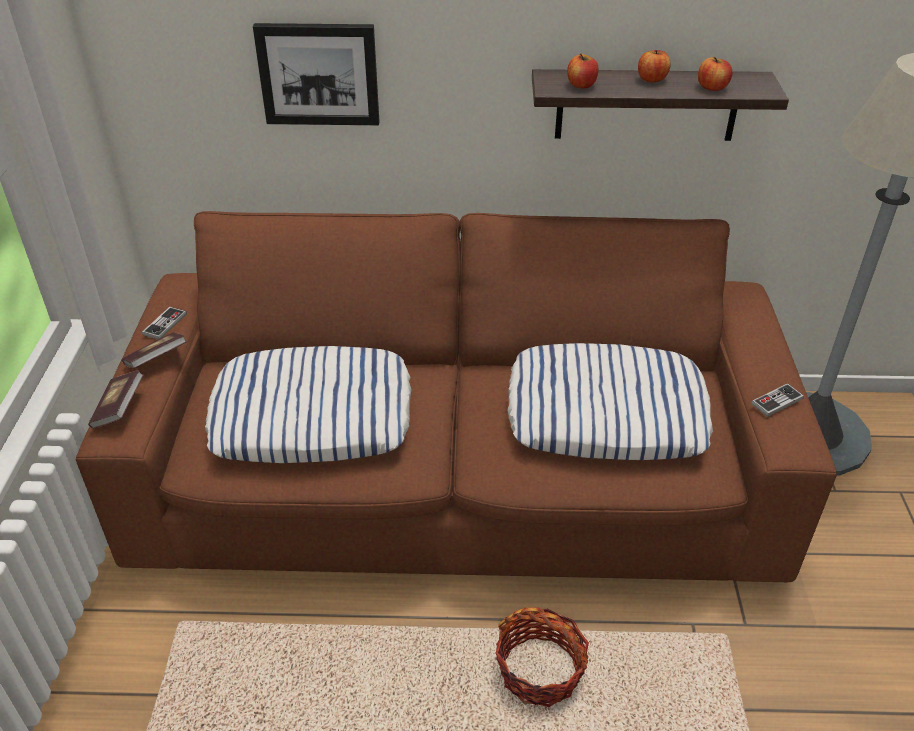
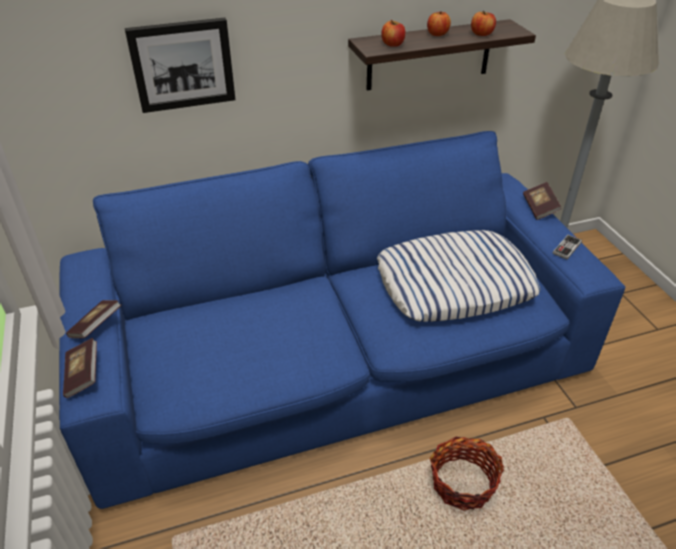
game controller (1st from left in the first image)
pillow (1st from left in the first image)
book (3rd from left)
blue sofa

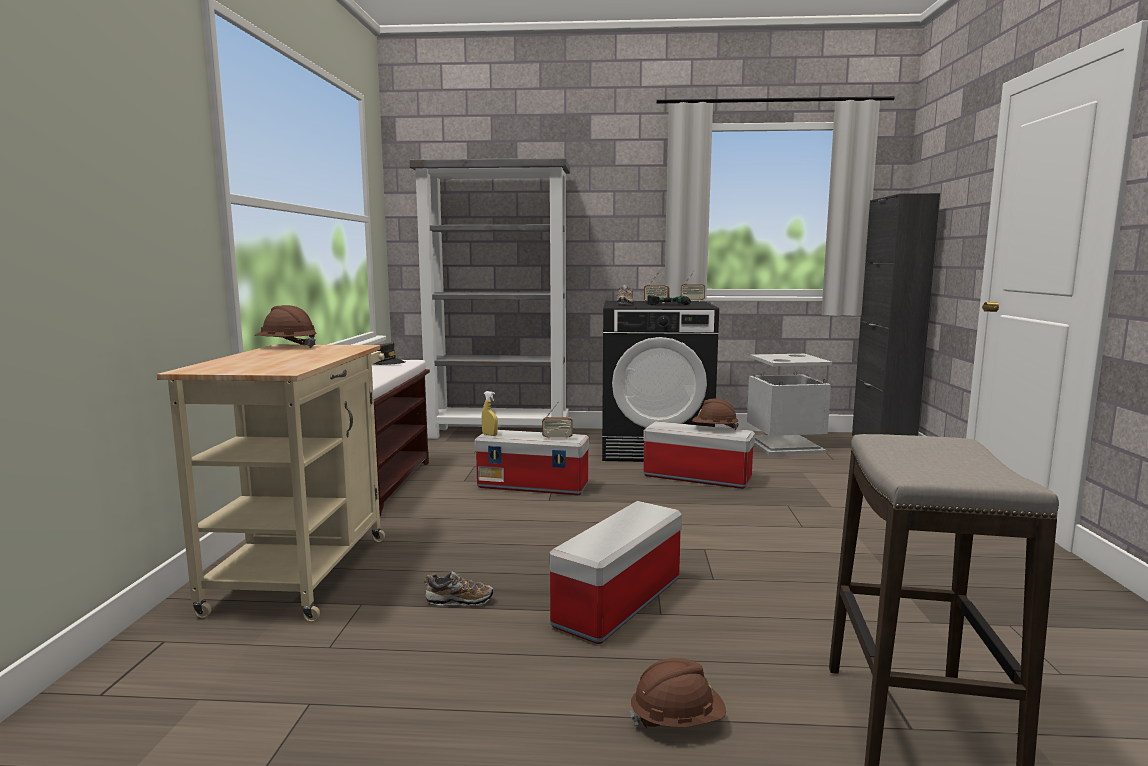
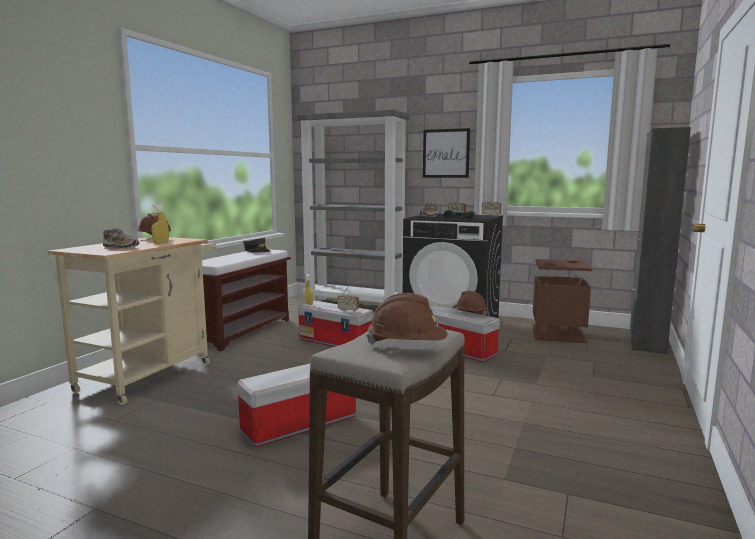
yellow spray bottle (1st from left)
picture
shoe (1st from left)
brown hard hat (2nd from left)
brown trash can

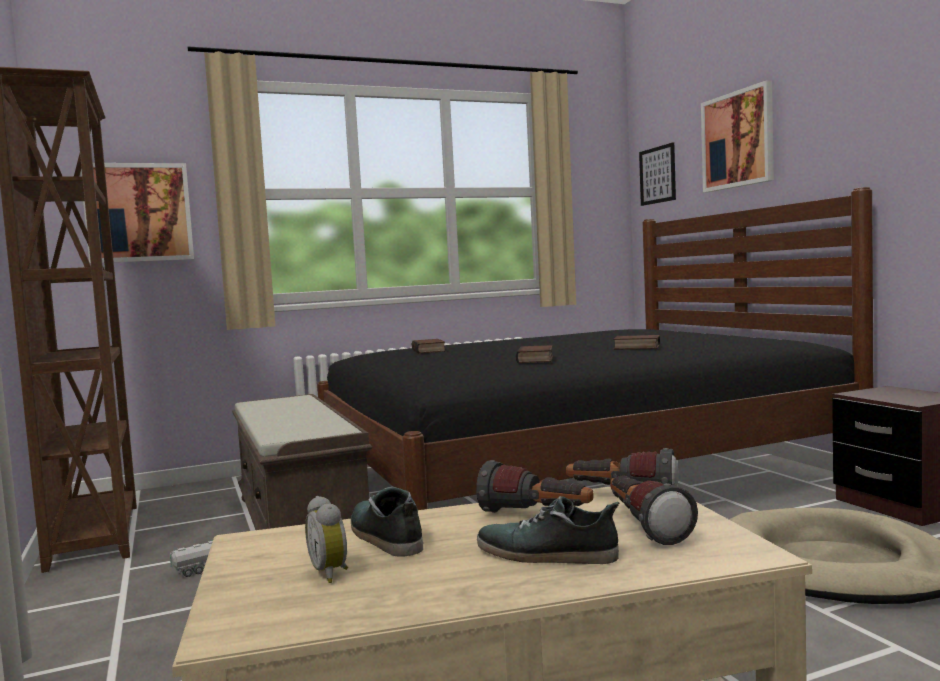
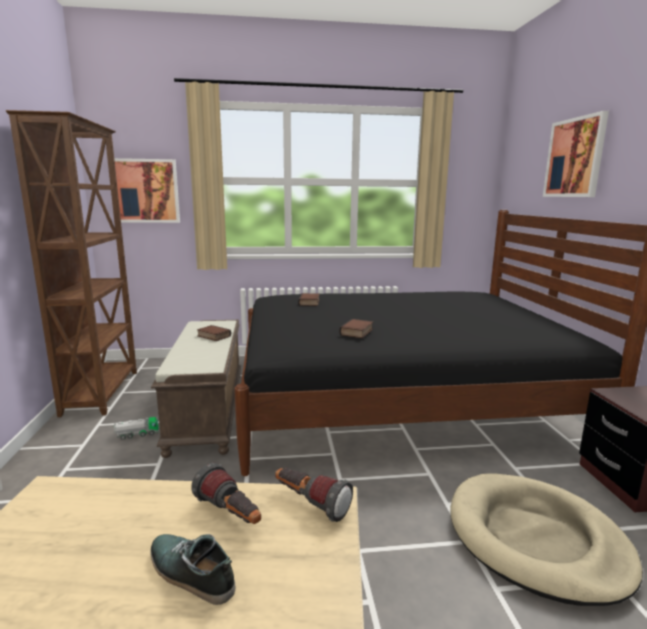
alarm clock
shoe (1st from left in the first image)
flashlight (3rd from left in the first image)
picture (2nd from left in the first image)
book (1st from left)

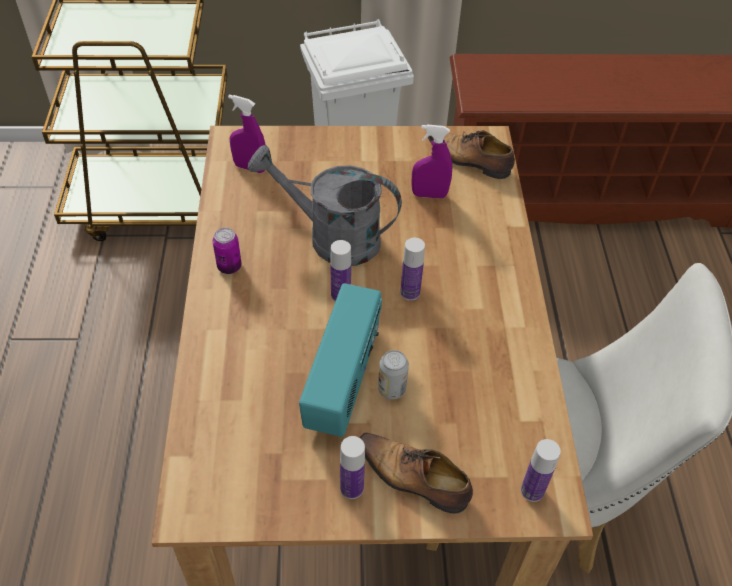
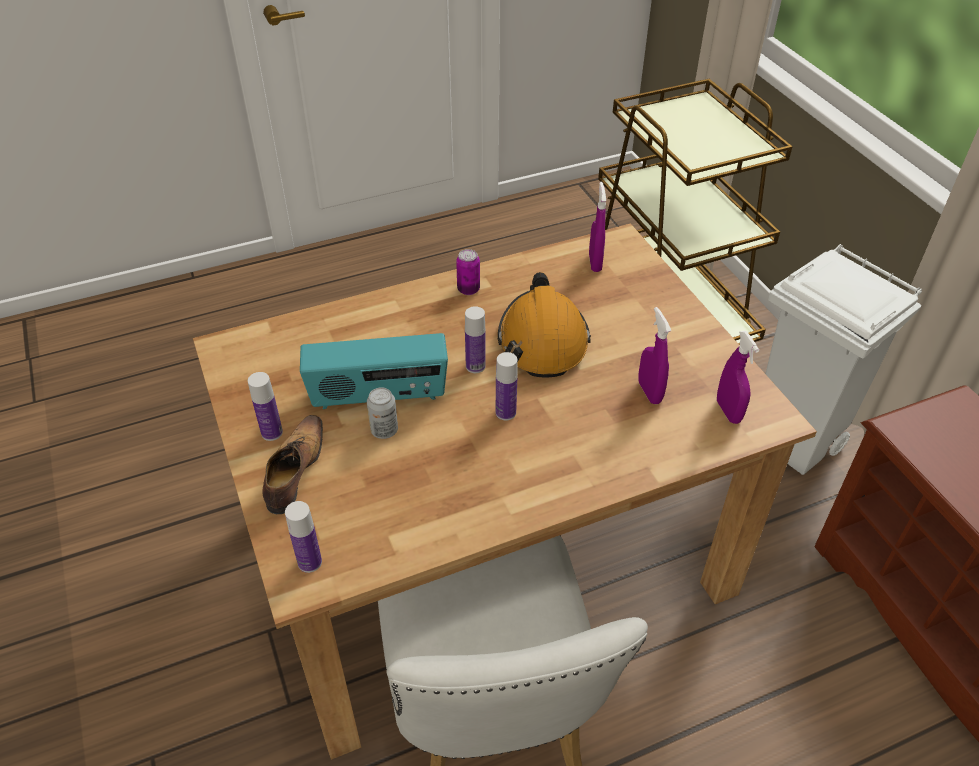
orange hard hat
purple spray bottle (3rd from left)

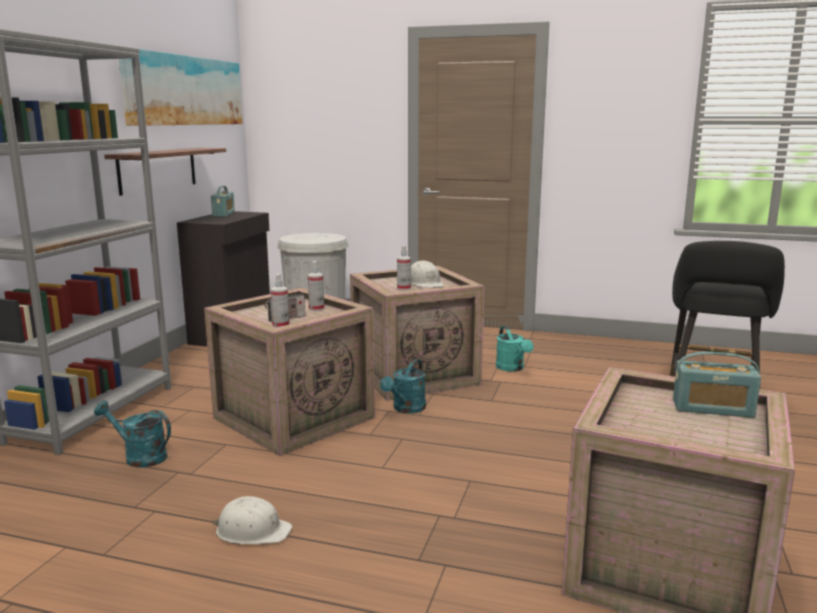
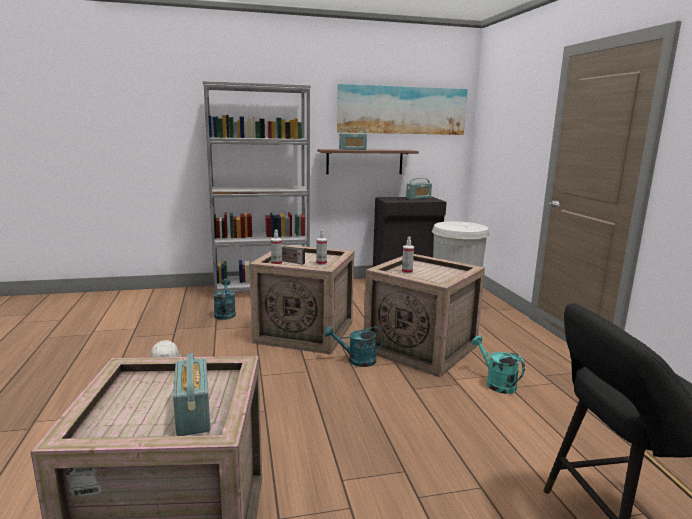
white hard hat (2nd from left in the first image)
radio (3rd from left)
turquoise watering can (3rd from left)

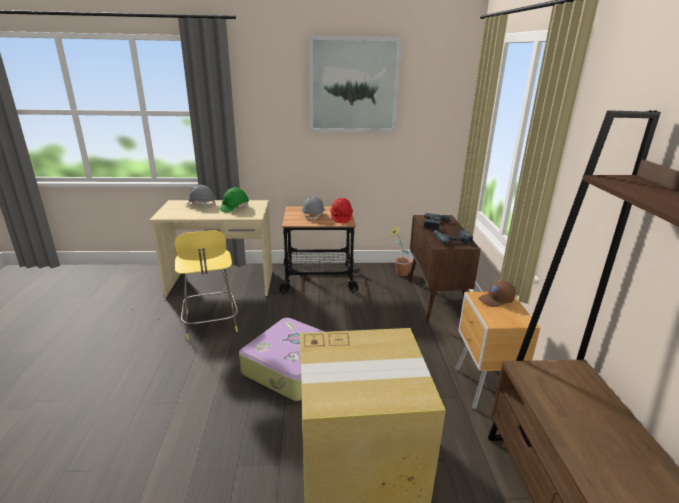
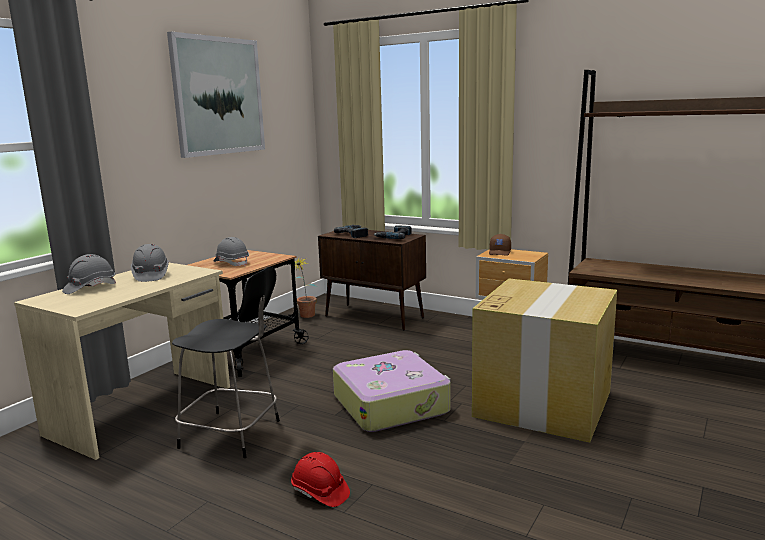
red hard hat
black stool
grey hard hat (2nd from left)

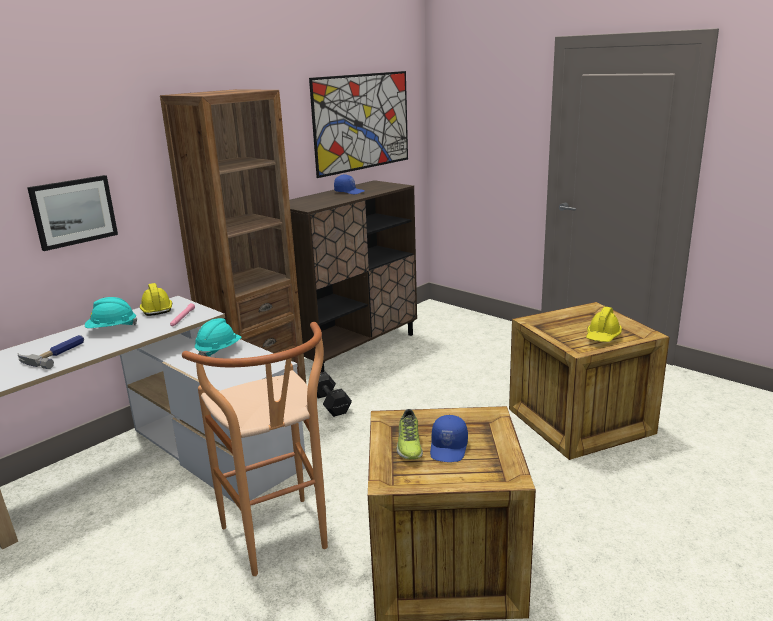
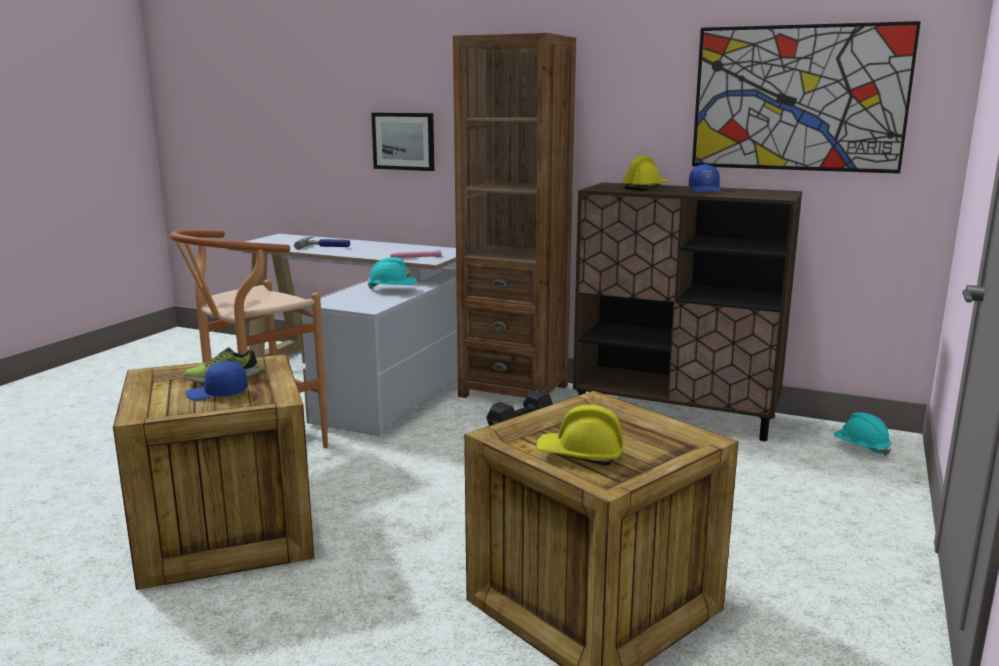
turquoise hard hat (2nd from left)
yellow hard hat (2nd from left)

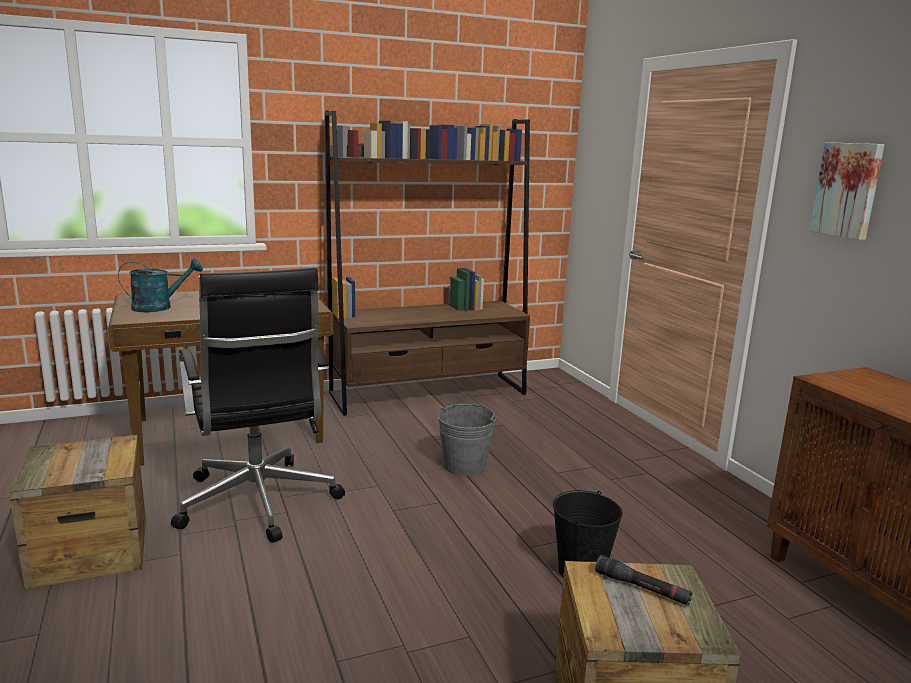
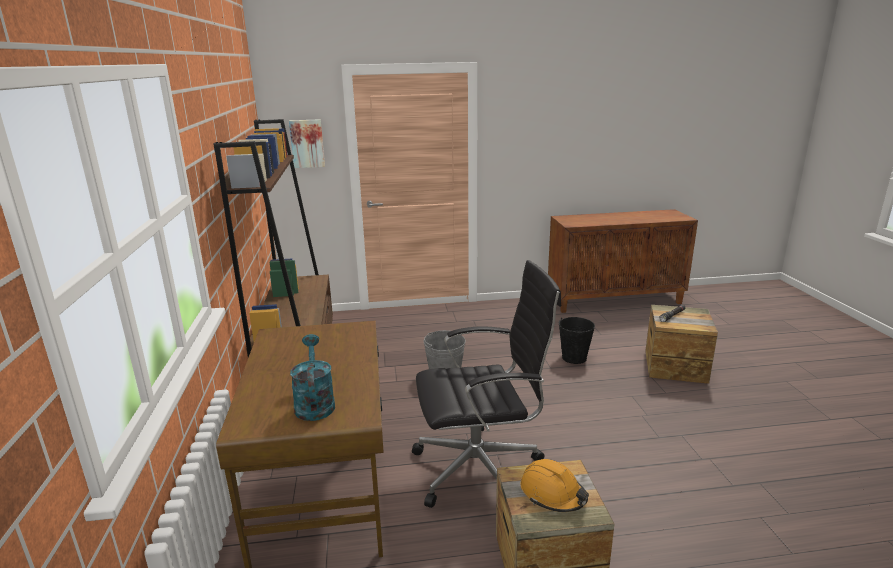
orange hard hat
picture

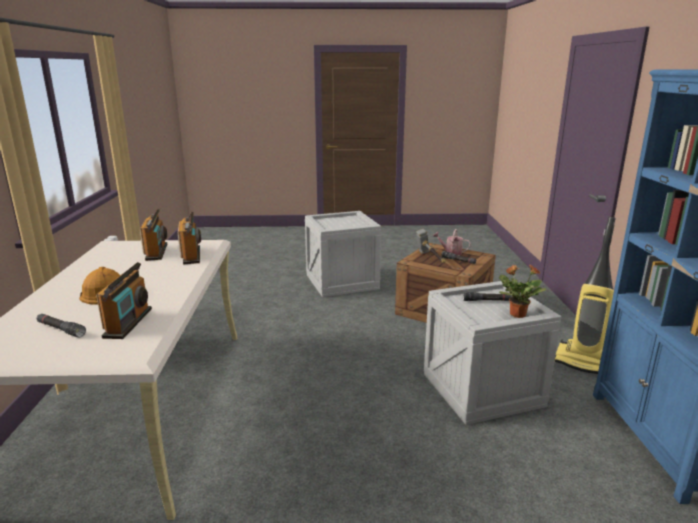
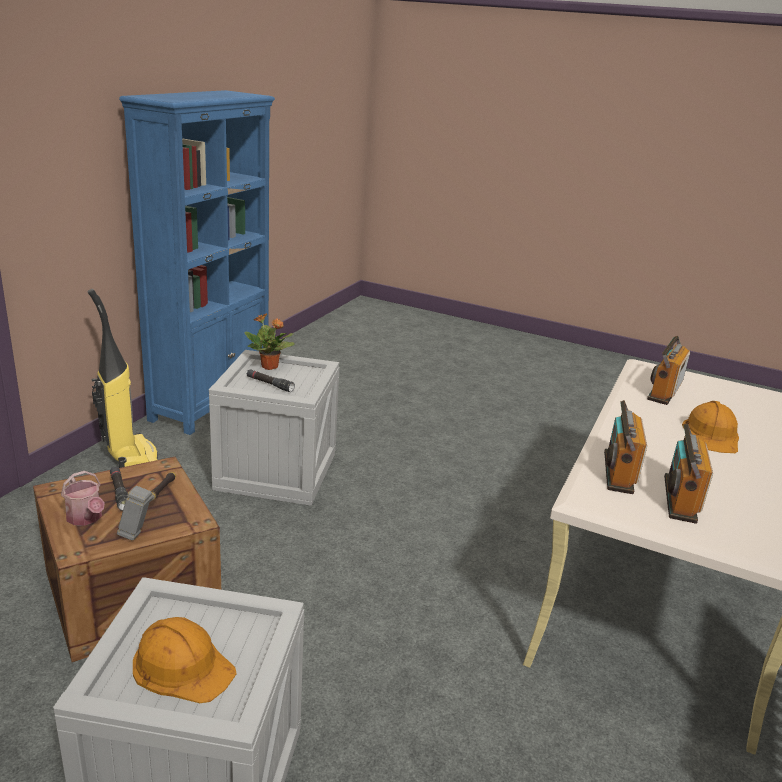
black flashlight (1st from left in the first image)
orange hard hat (1st from left)

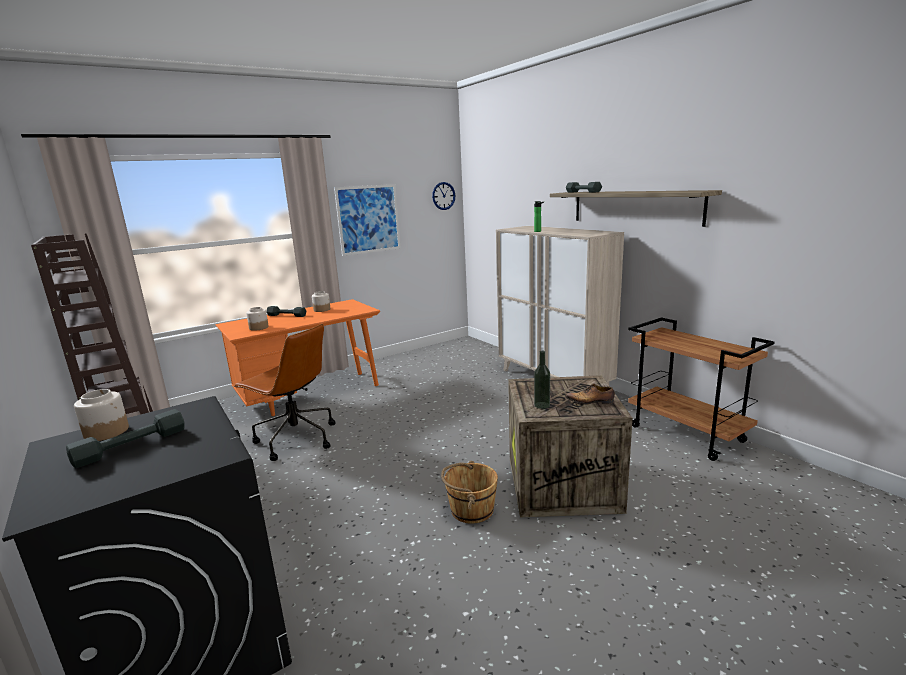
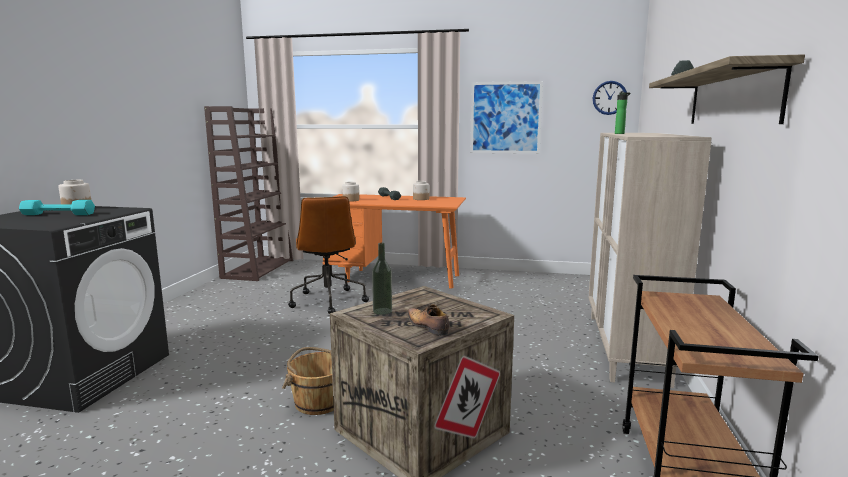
turquoise dumbbell

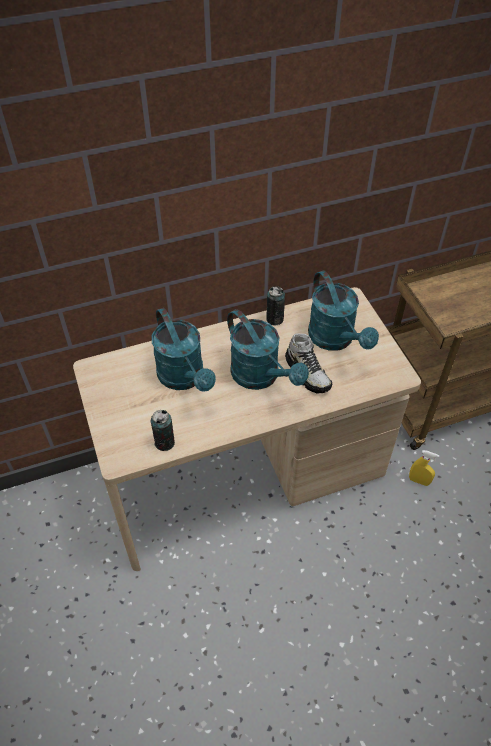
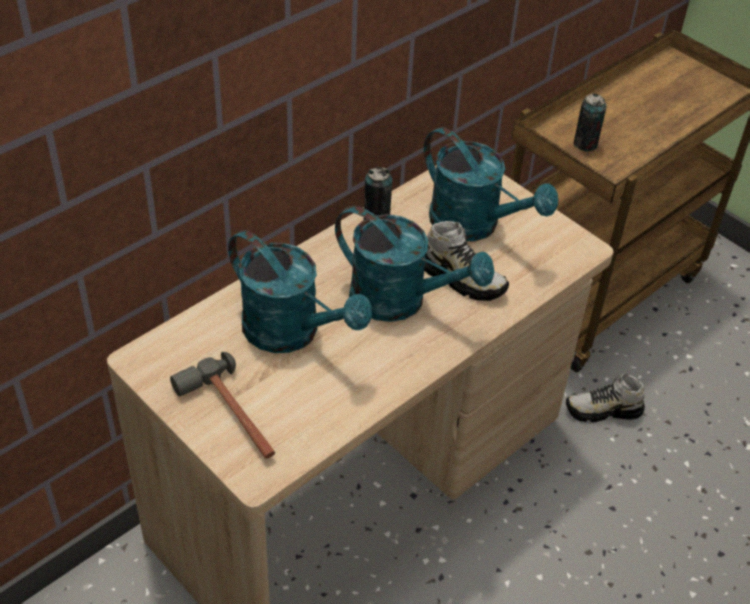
hammer
can (2nd from left)
shoe (2nd from left)

